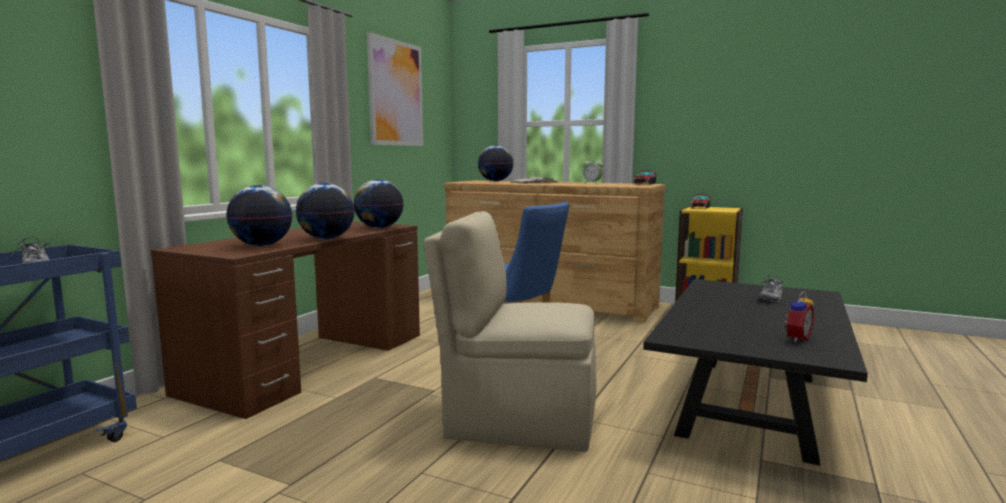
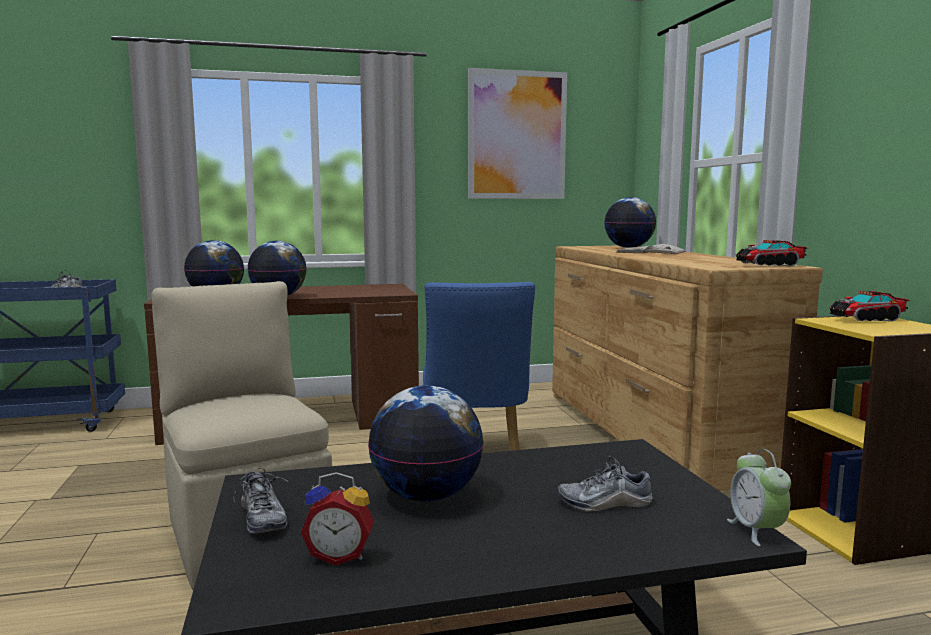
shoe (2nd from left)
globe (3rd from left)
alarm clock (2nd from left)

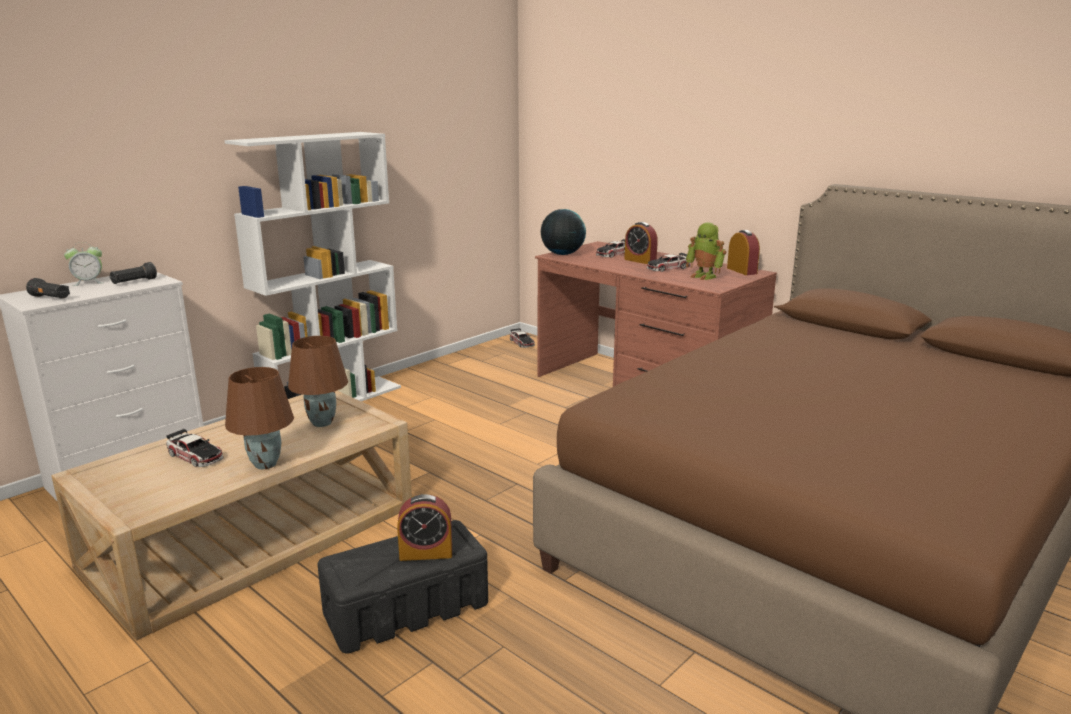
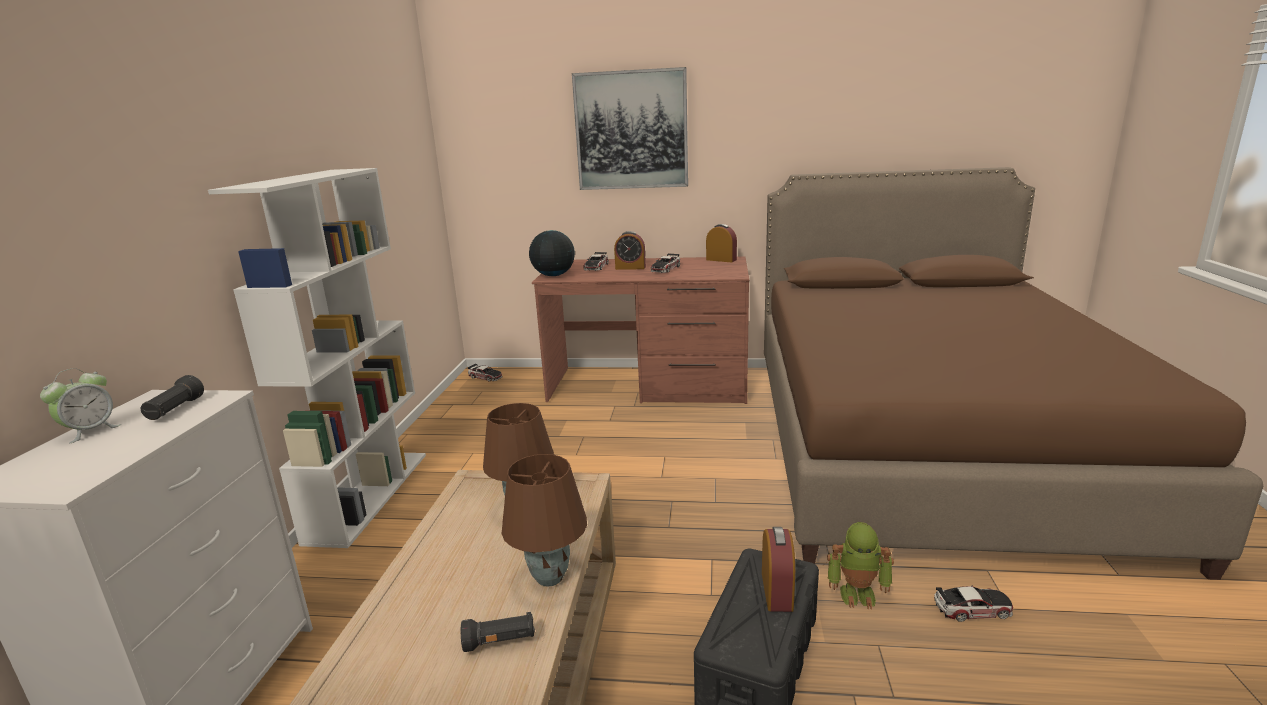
picture
black flashlight (2nd from left)
toy car (4th from left)
toy robot
alarm clock (4th from left)

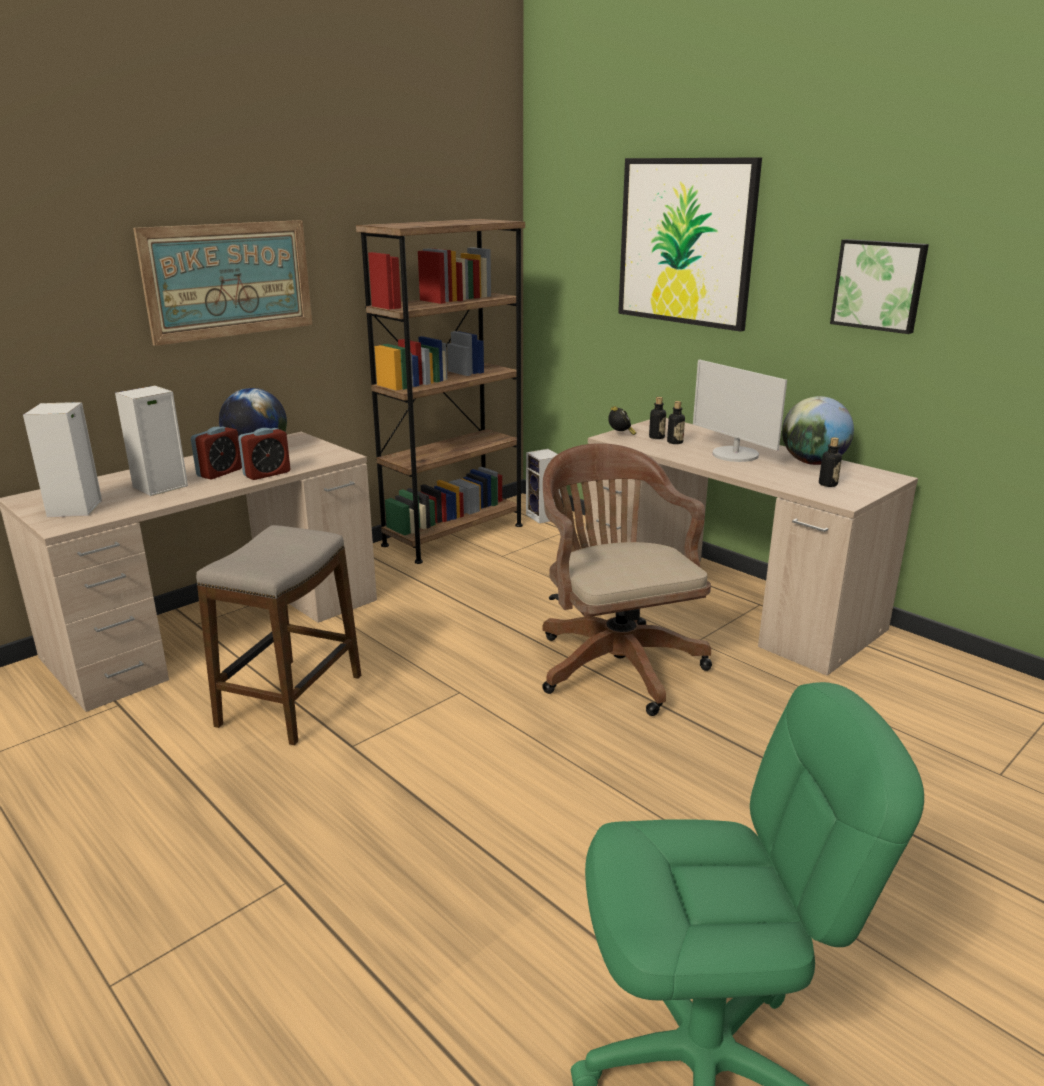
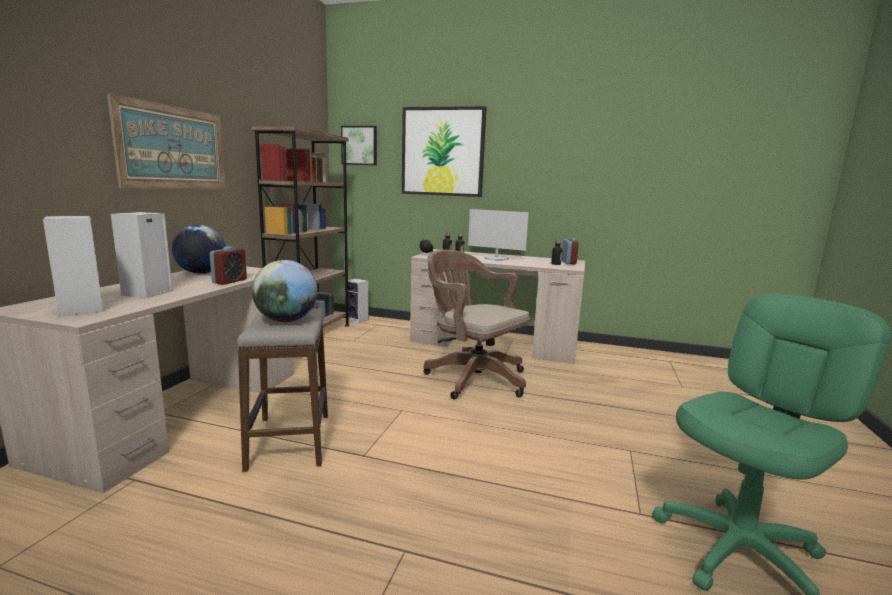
alarm clock (3rd from left)
globe (2nd from left)
picture (2nd from left)

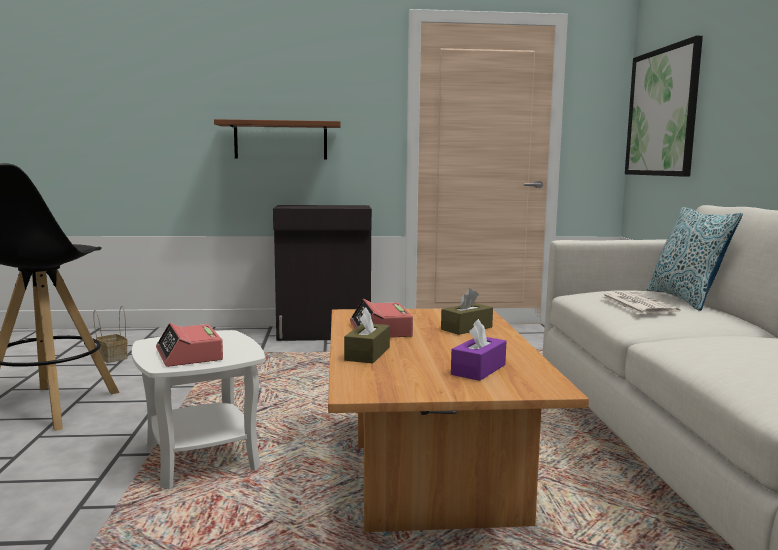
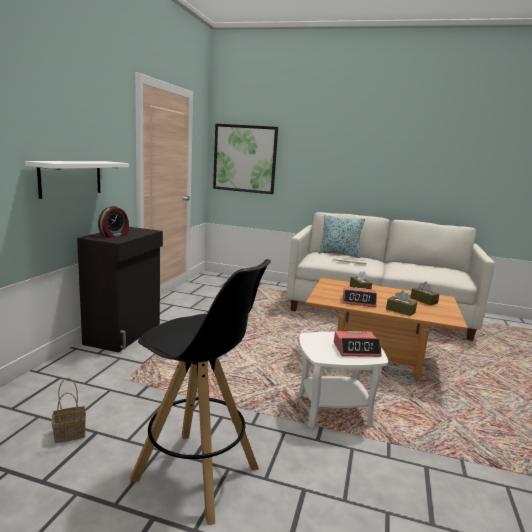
alarm clock (1st from left)
white shelf
brown tissue box (3rd from left)

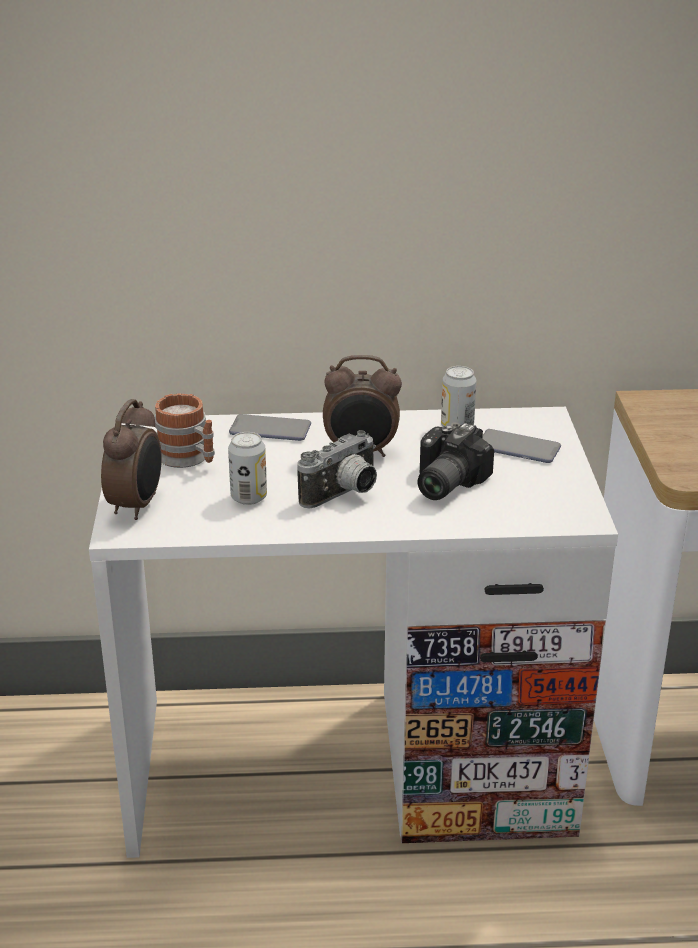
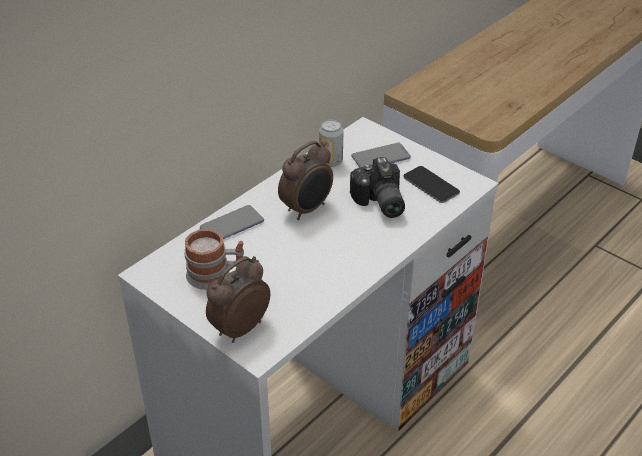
can (1st from left in the first image)
photo camera (1st from left in the first image)
phone (3rd from left)
alarm clock (1st from left)

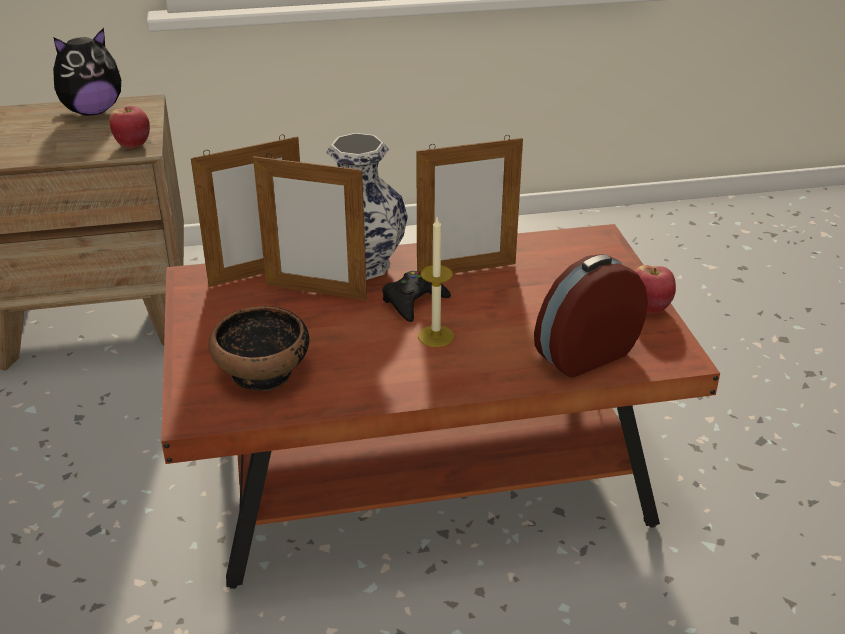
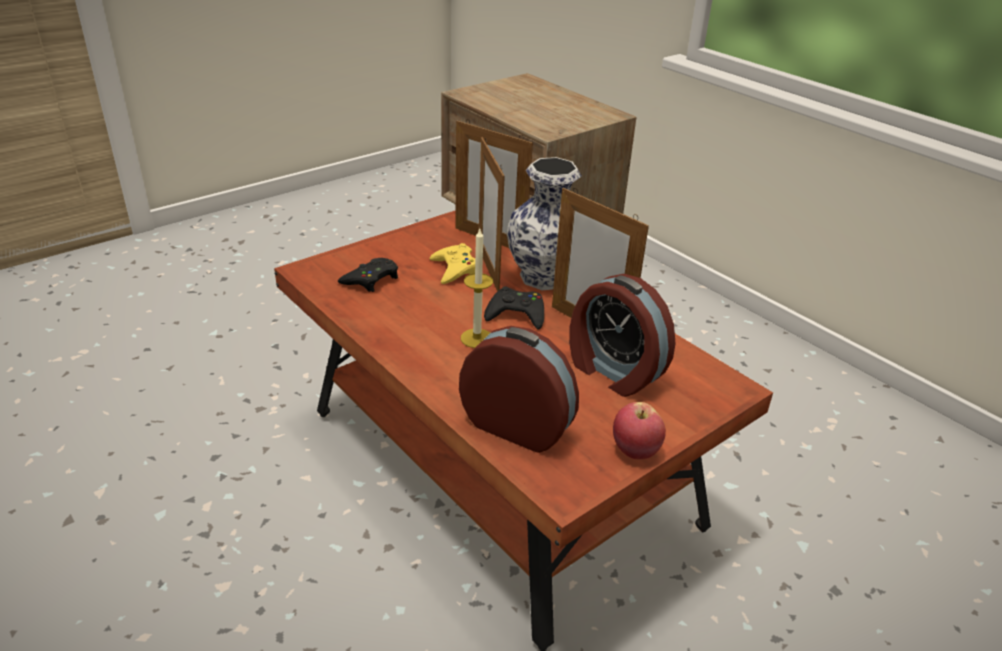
plush toy
apple (1st from left in the first image)
yellow game controller
alarm clock (2nd from left)
black game controller (1st from left)

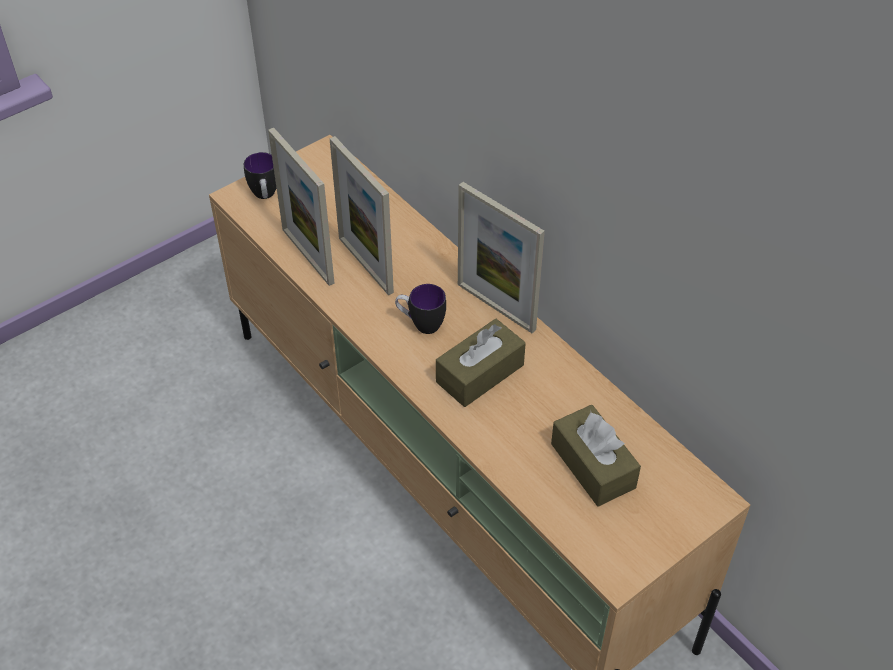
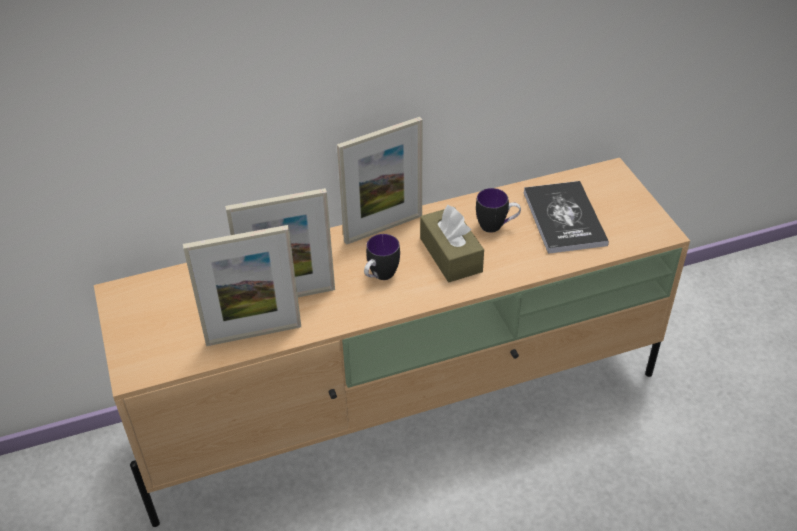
mug (2nd from left)
book

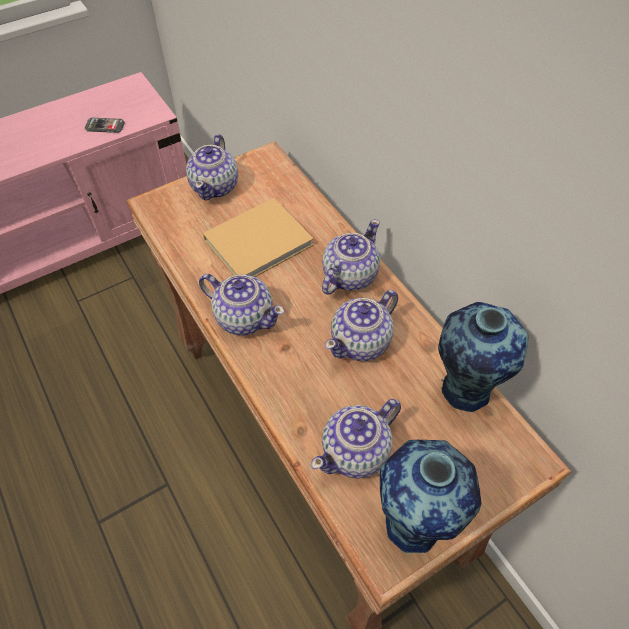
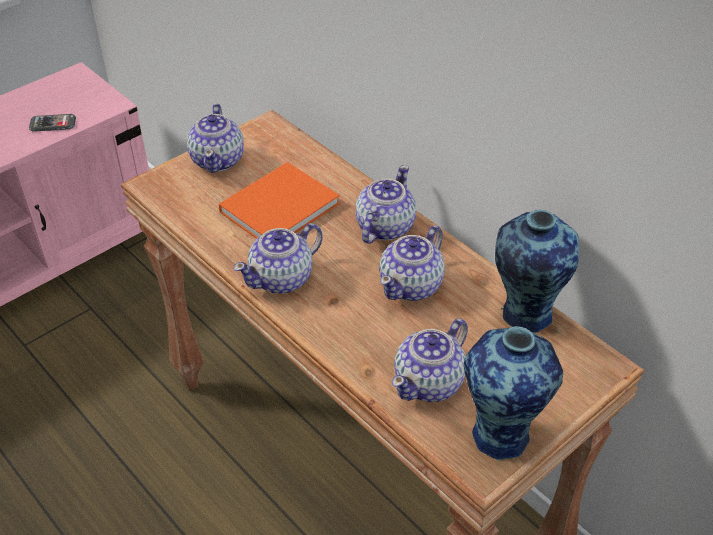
orange book
teapot (2nd from left)

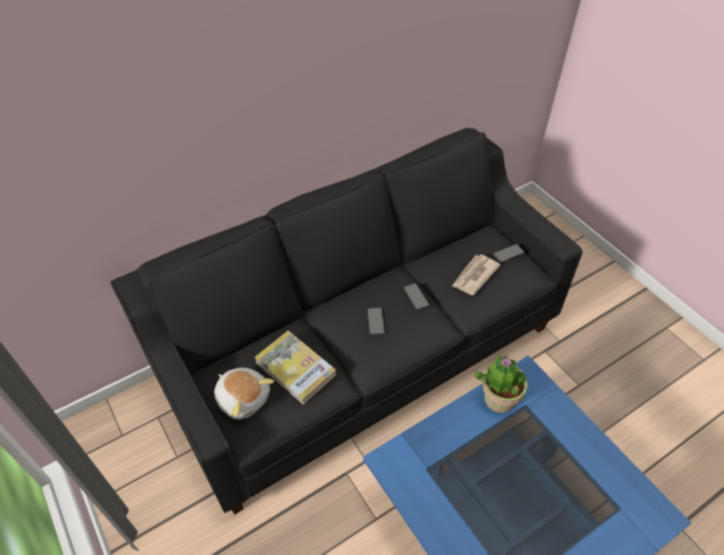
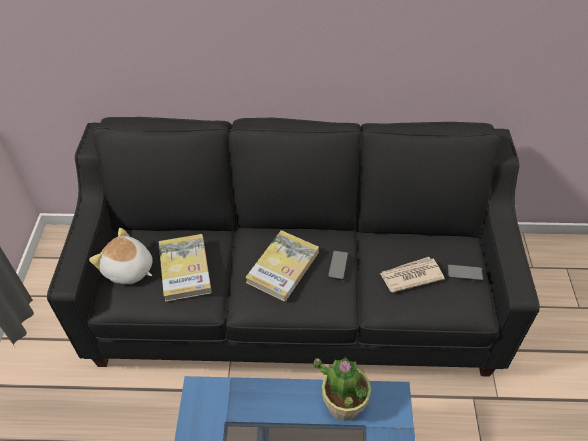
book (2nd from left)
plush toy

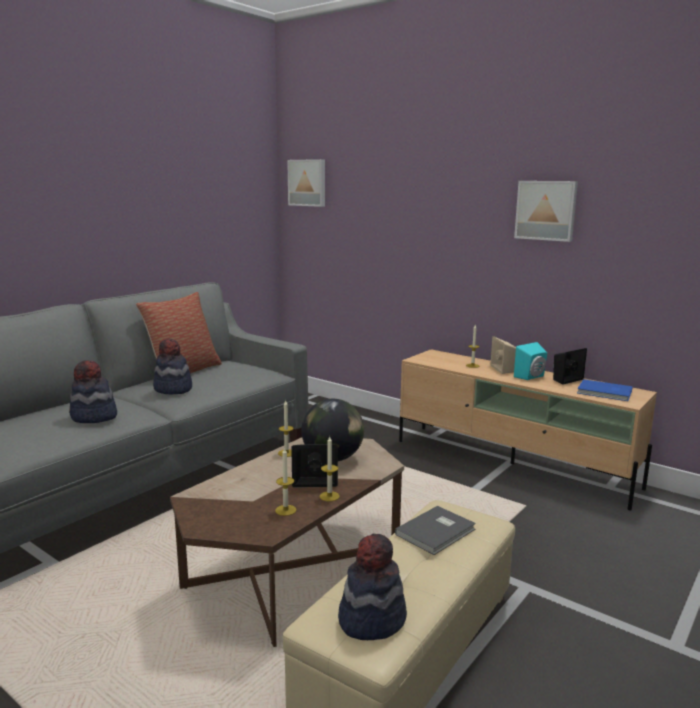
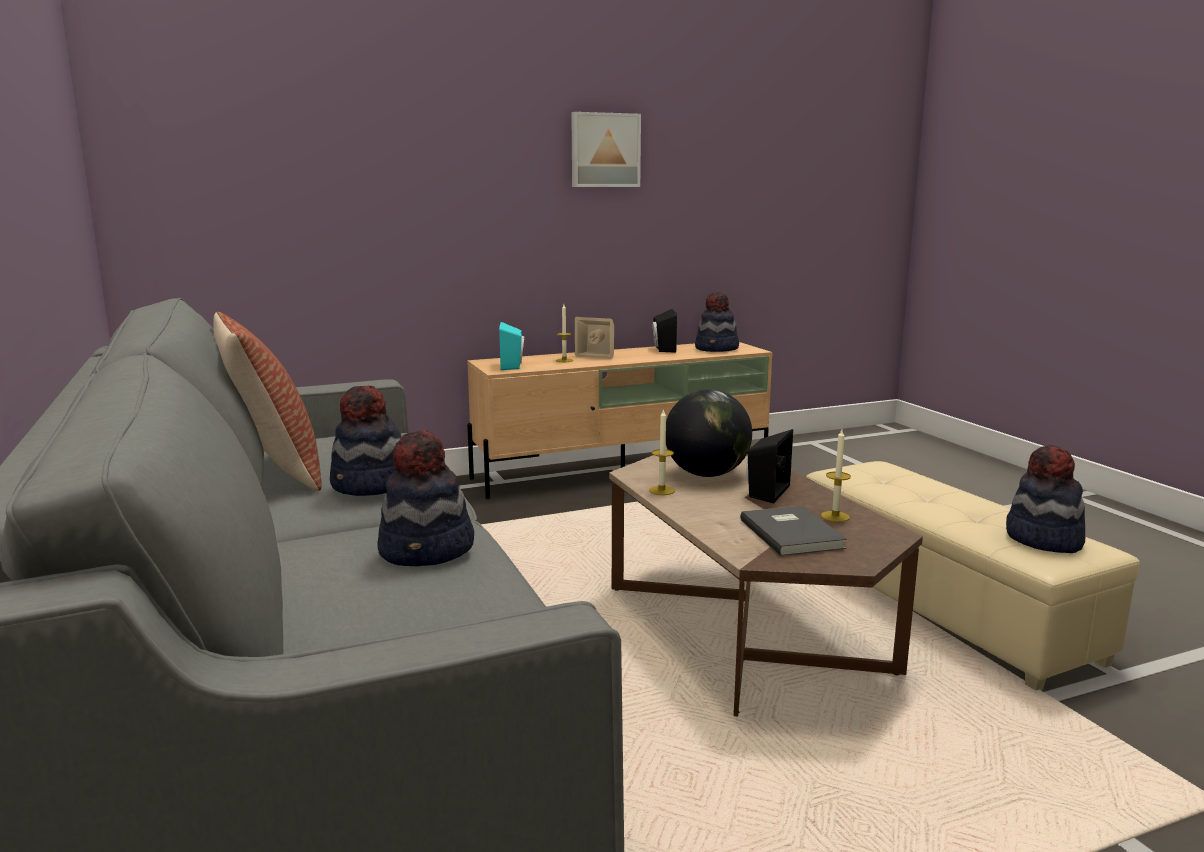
picture (1st from left in the first image)
candle (3rd from left in the first image)
grey book
turquoise speaker
hat (3rd from left)

